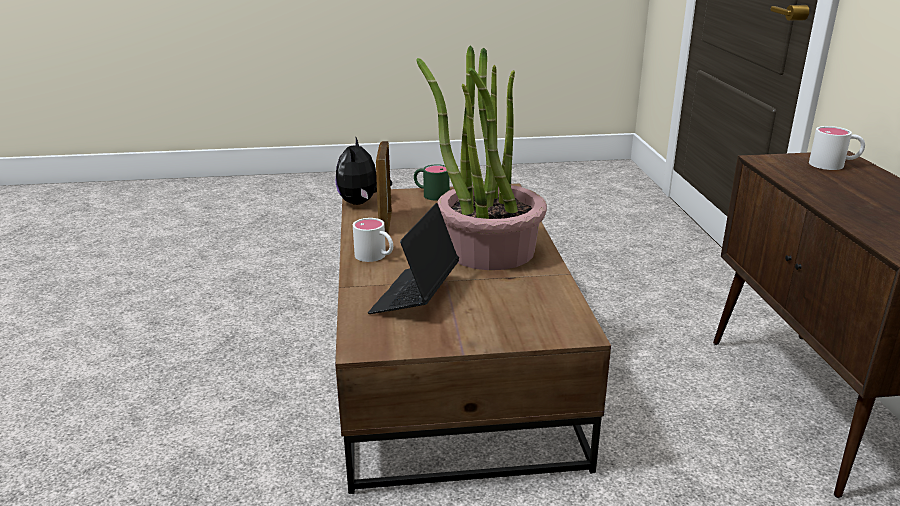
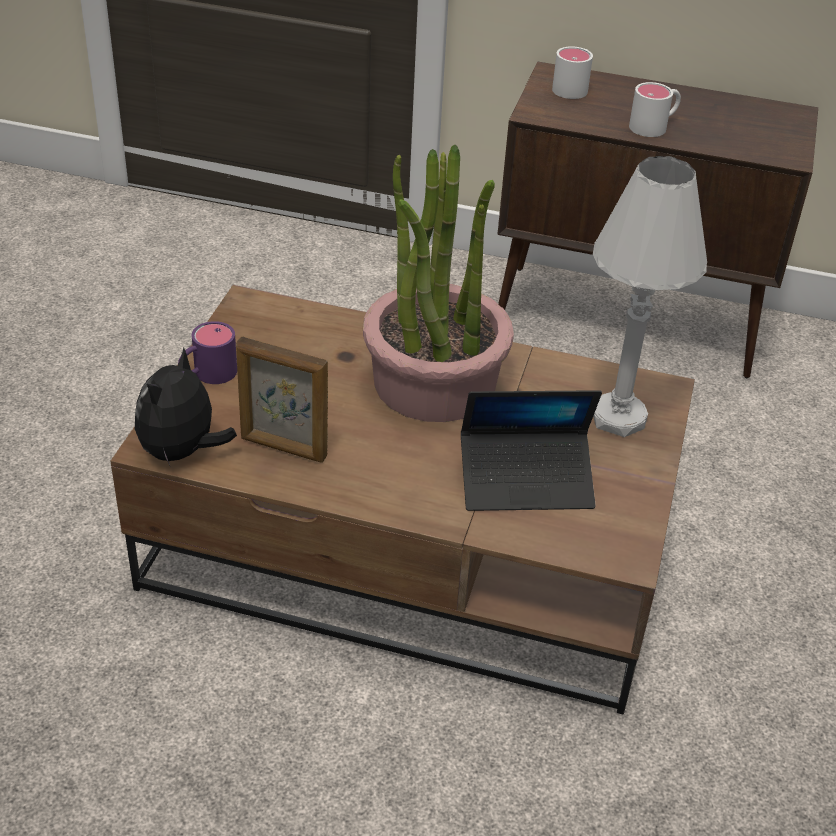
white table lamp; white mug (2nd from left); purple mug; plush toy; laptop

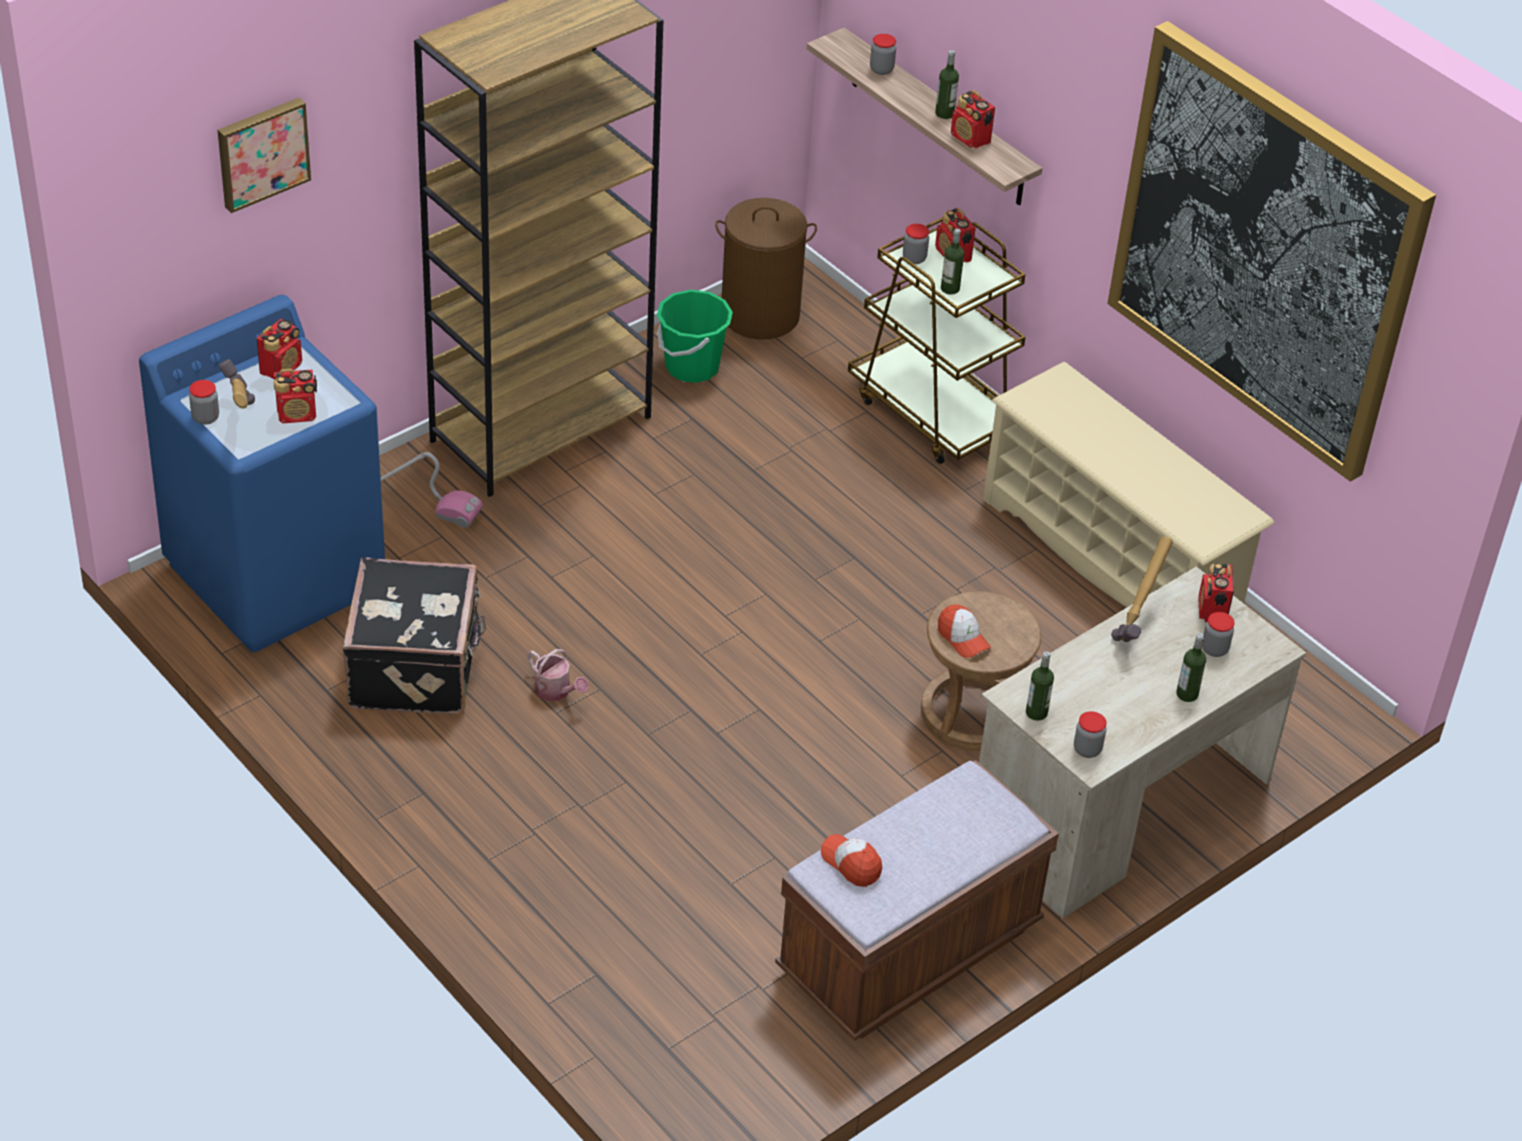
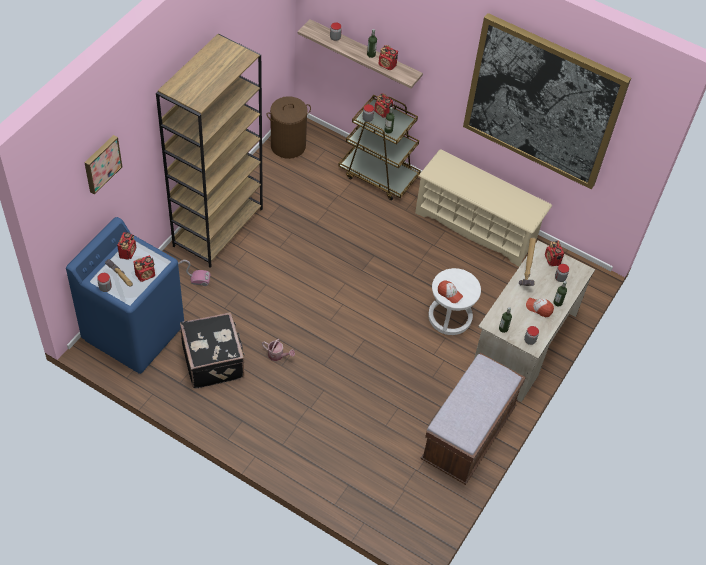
green bucket; cap (2nd from left); white stool

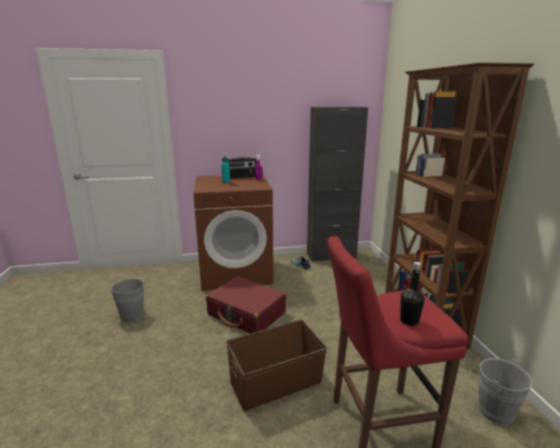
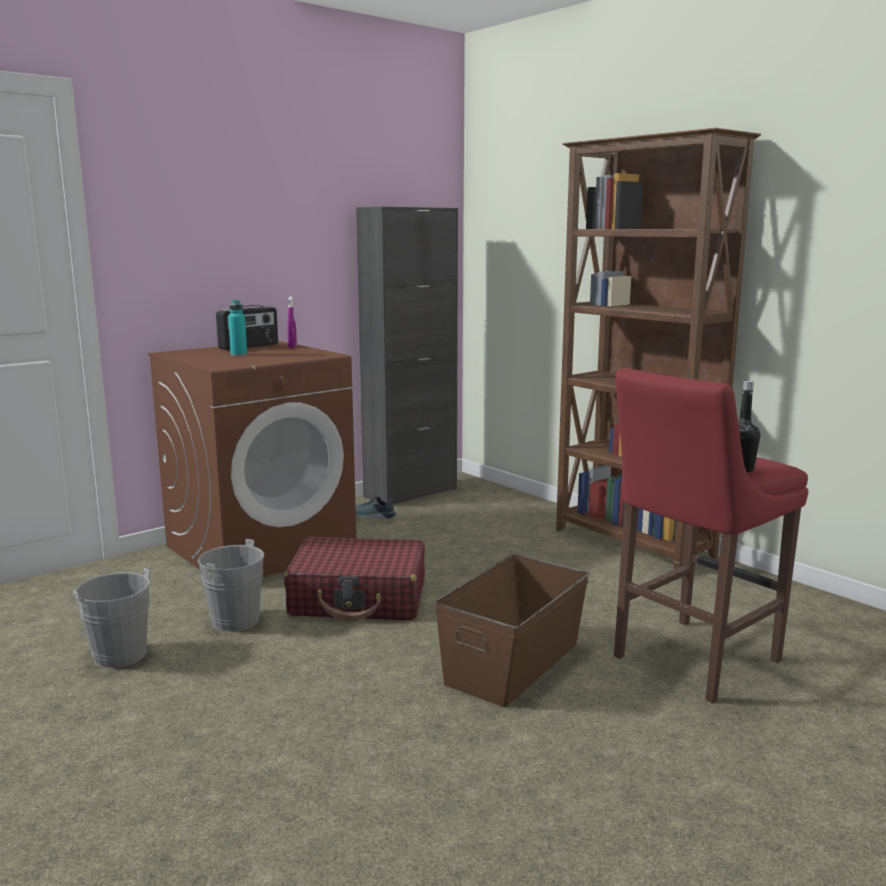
grey bucket (2nd from left)

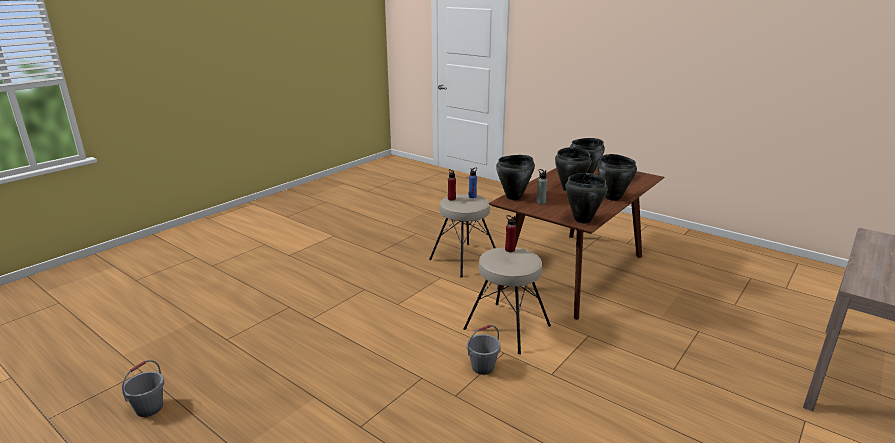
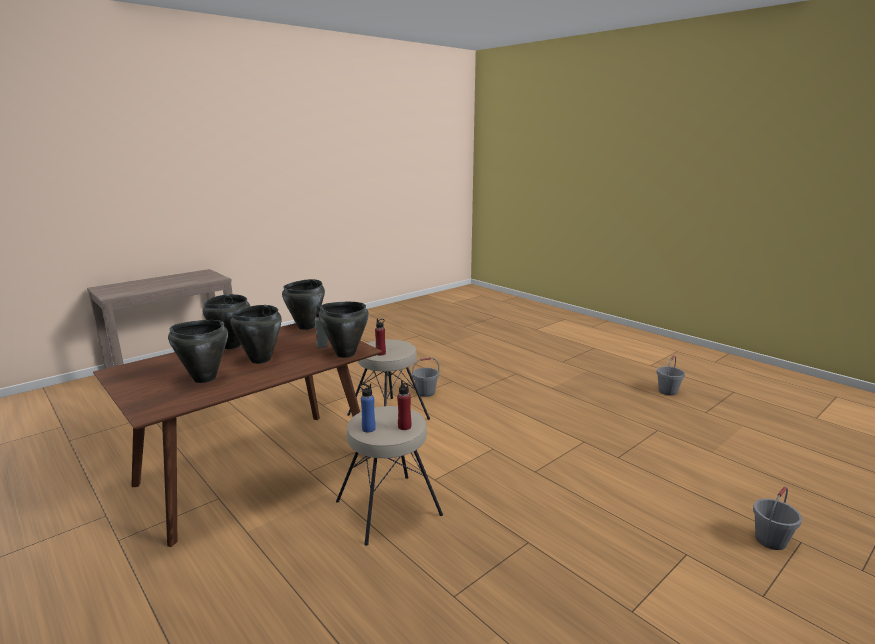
grey bucket (3rd from left)

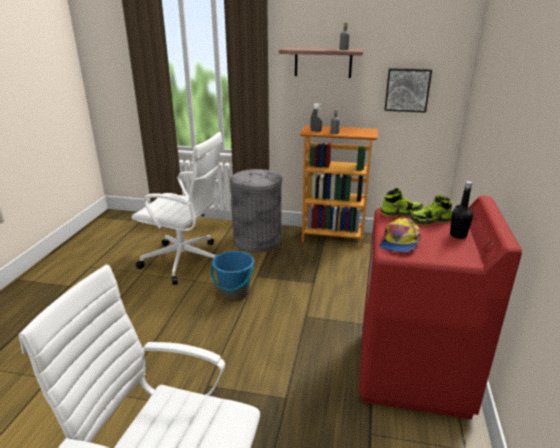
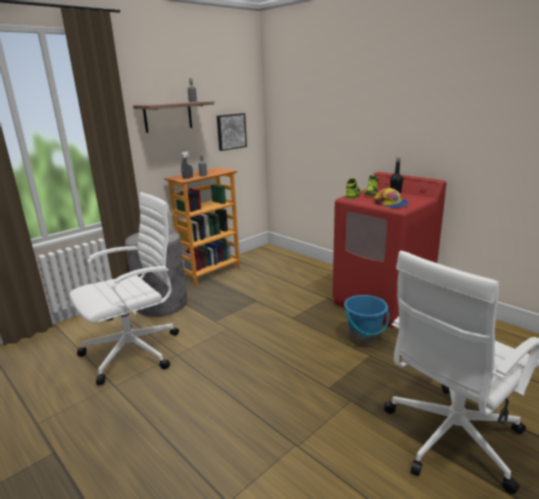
blue bucket

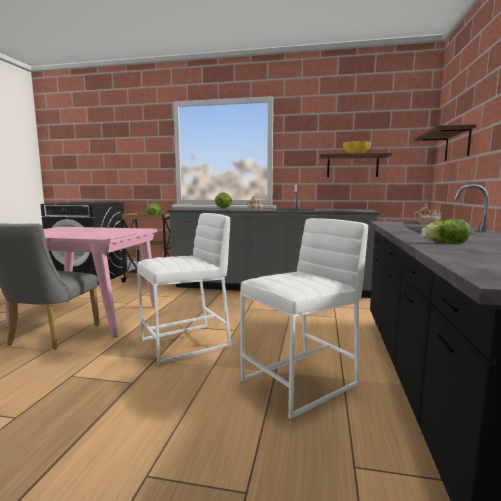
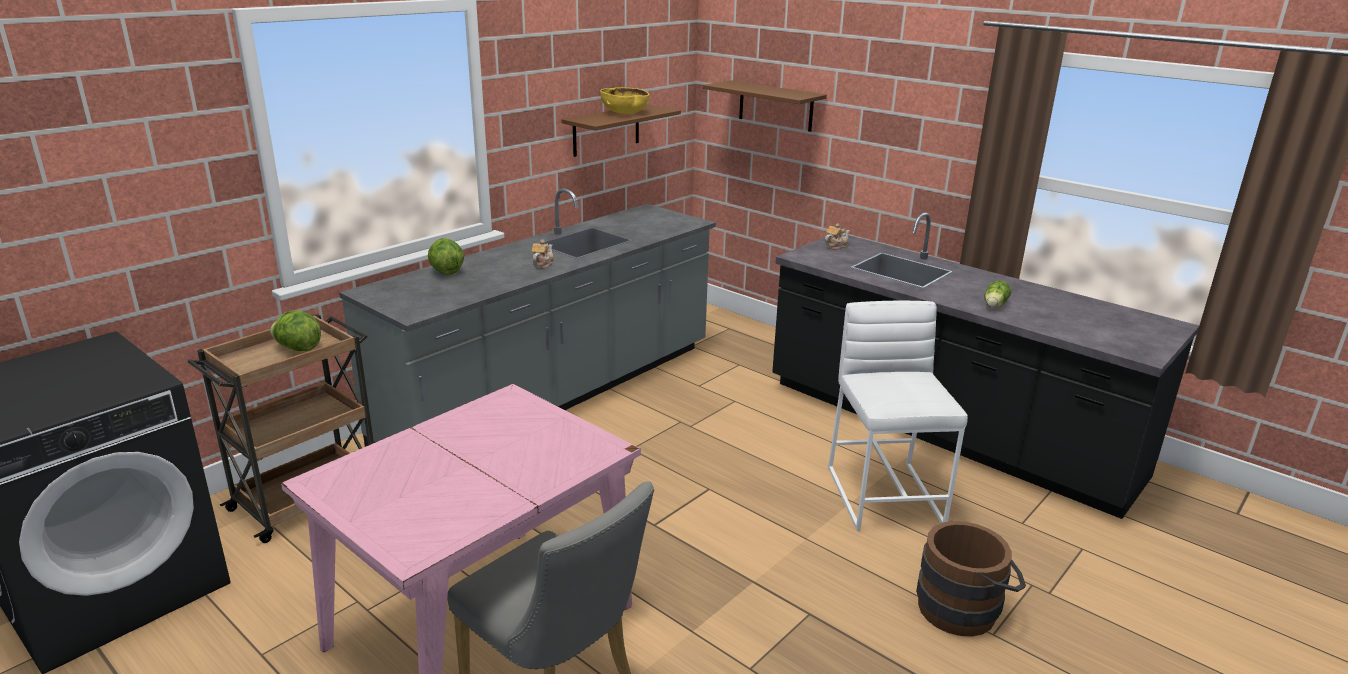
white stool (1st from left in the first image); brown bucket

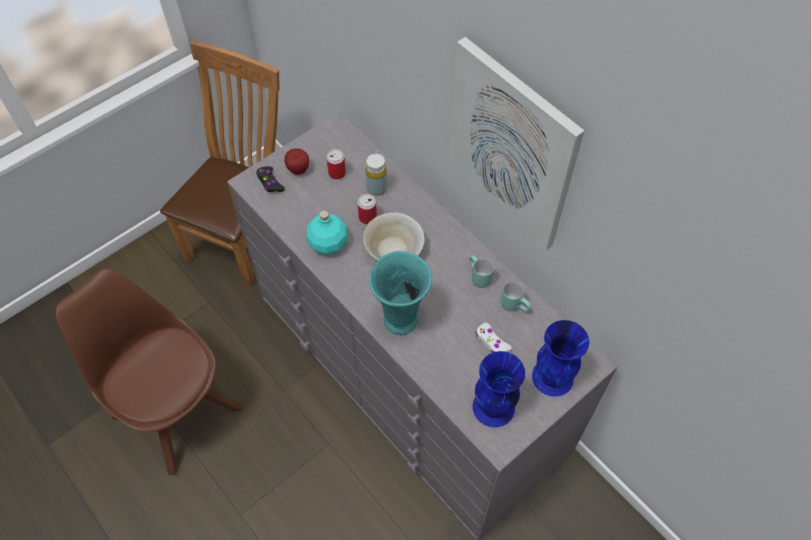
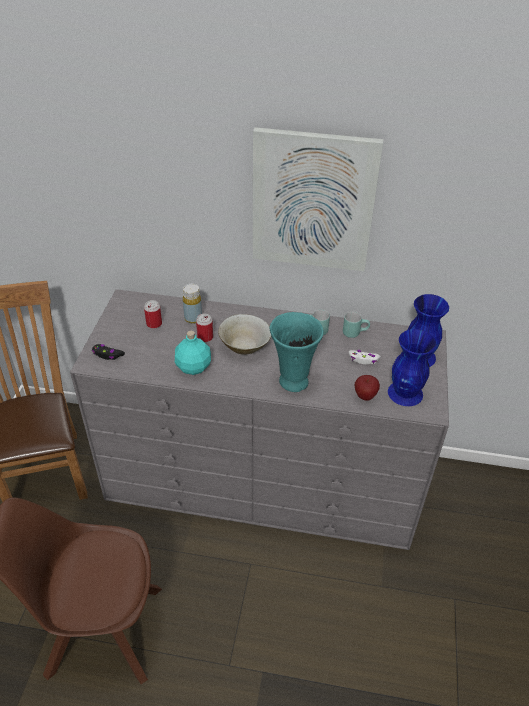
apple

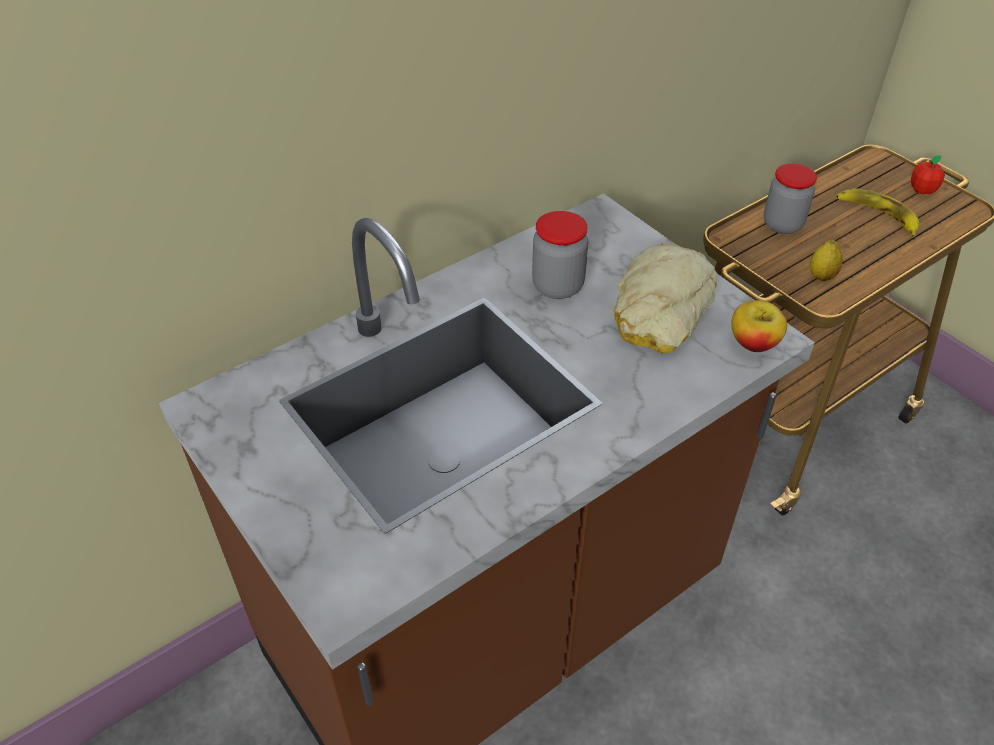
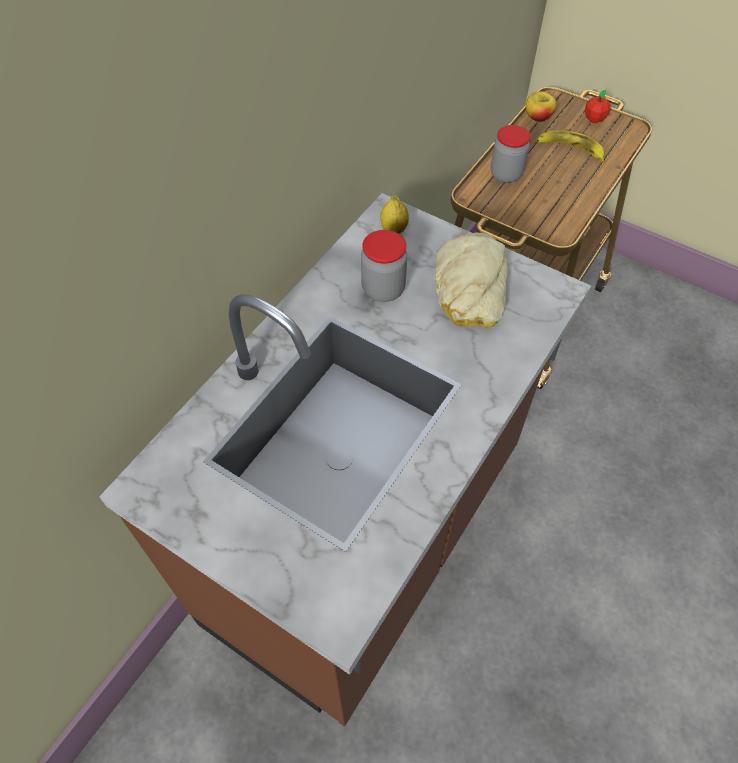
apple (1st from left); lemon

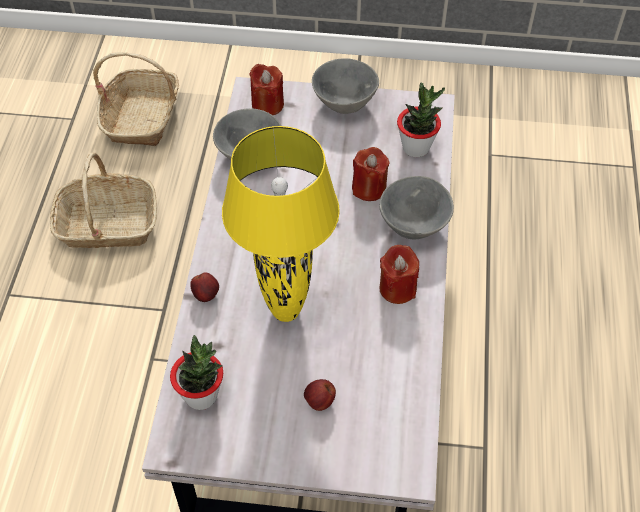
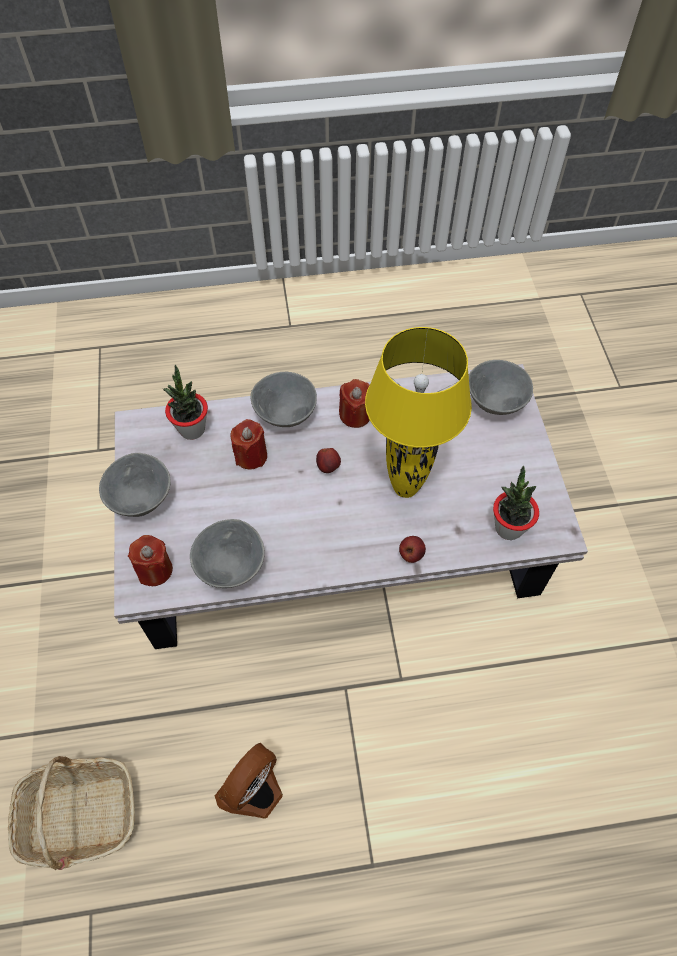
grey bowl (4th from left); apple (1st from left); fan

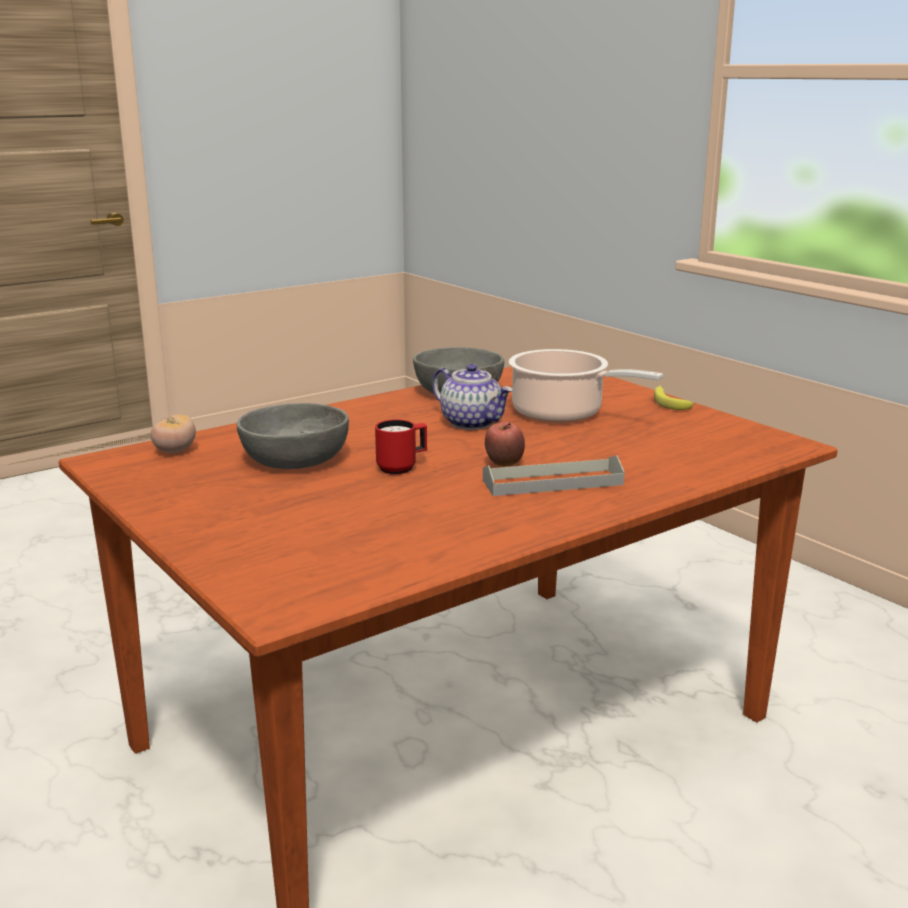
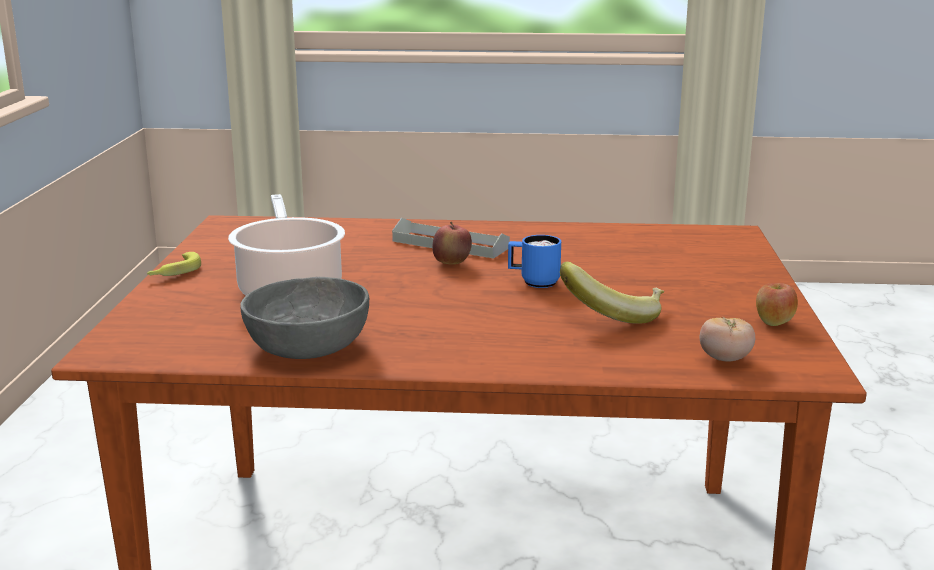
teapot; apple (2nd from left); banana (2nd from left); blue mug

